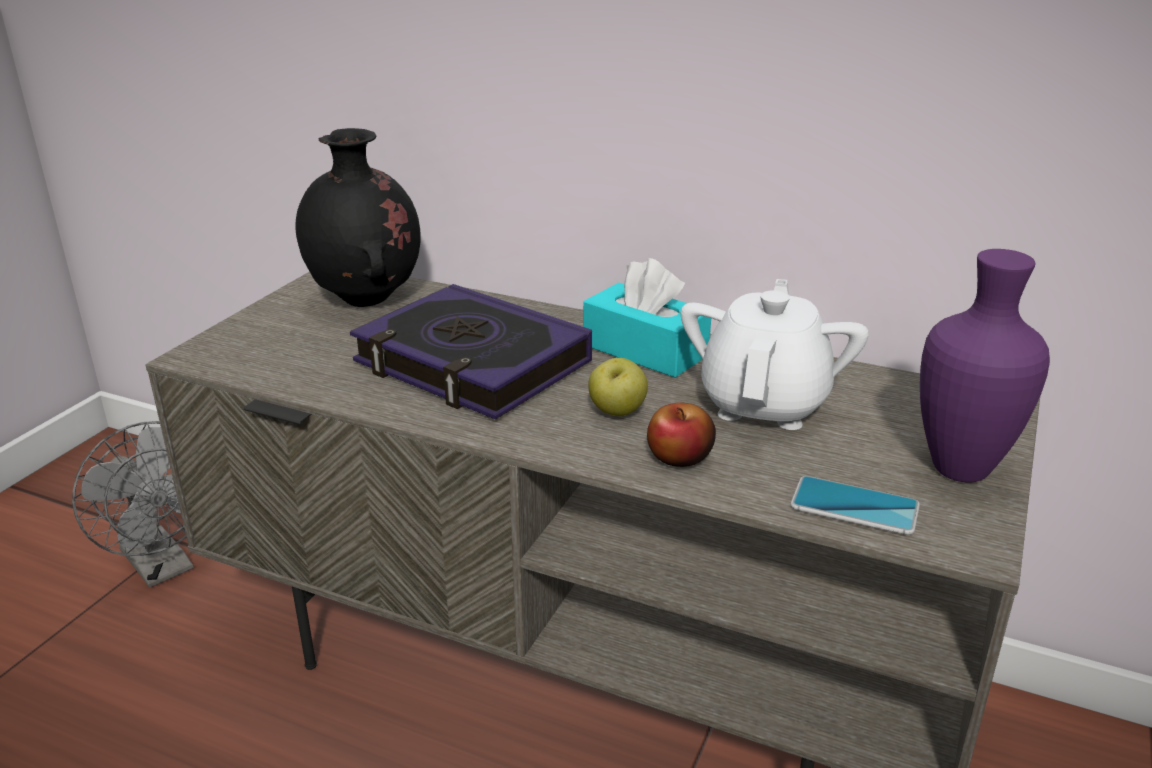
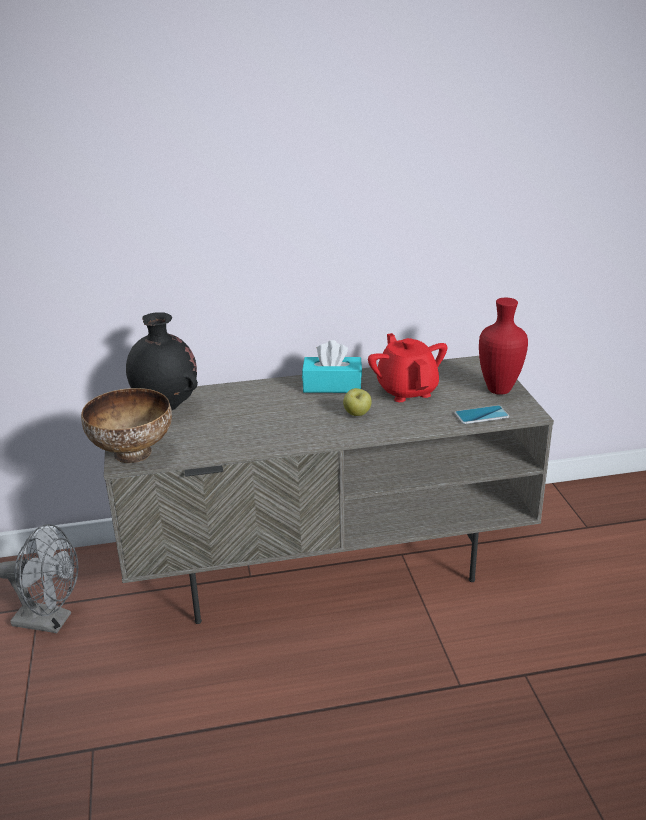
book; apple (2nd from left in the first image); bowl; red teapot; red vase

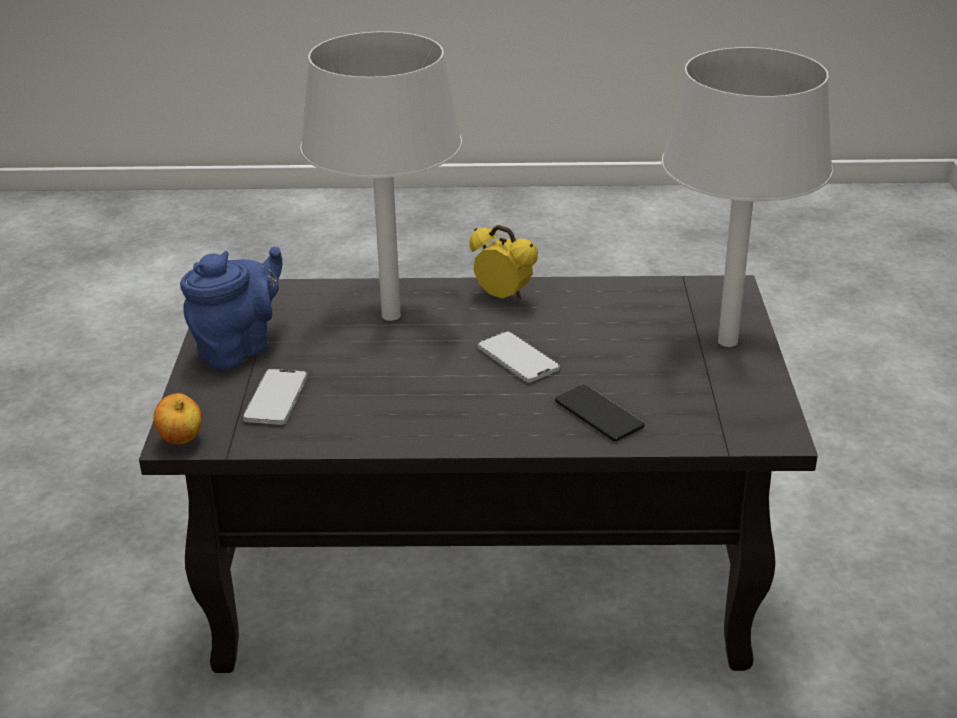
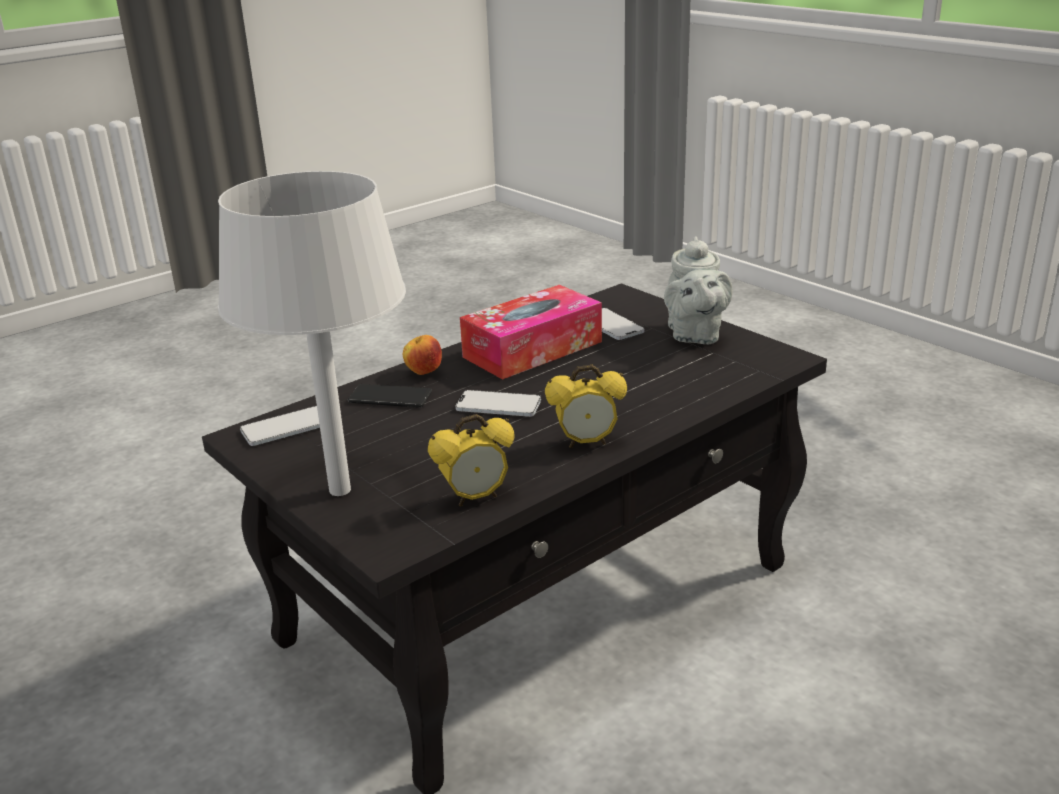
grey table lamp (1st from left in the first image); phone (1st from left); alarm clock (1st from left); tissue box; apple; grey teapot

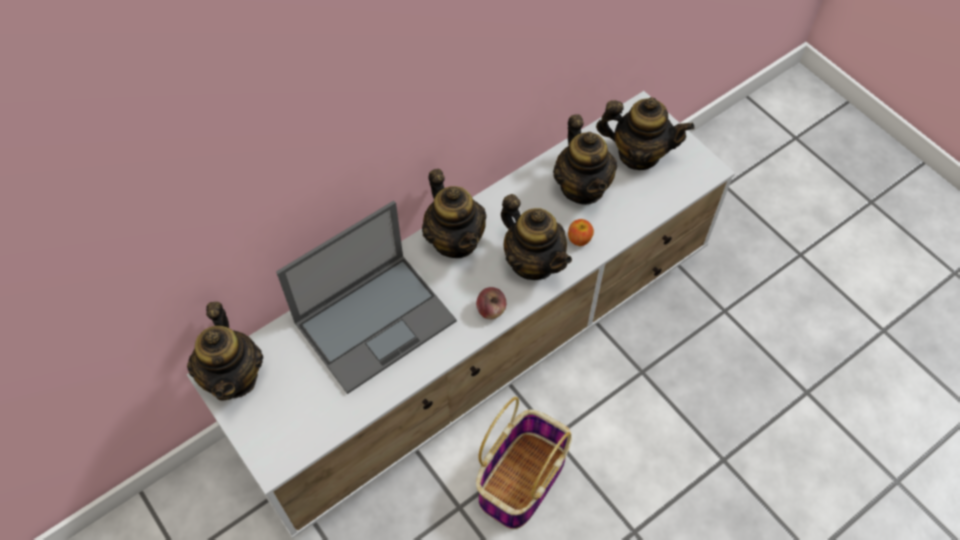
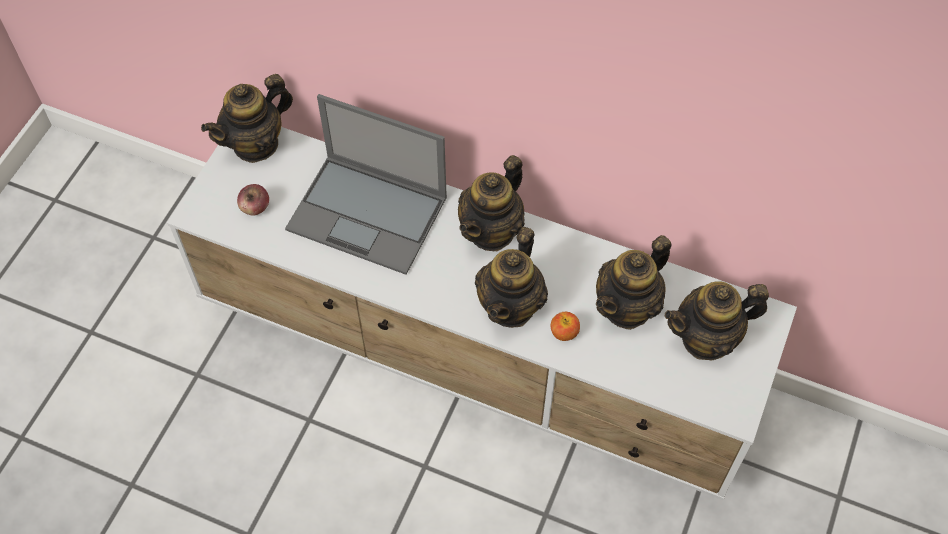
basket; apple (1st from left); teapot (5th from left)

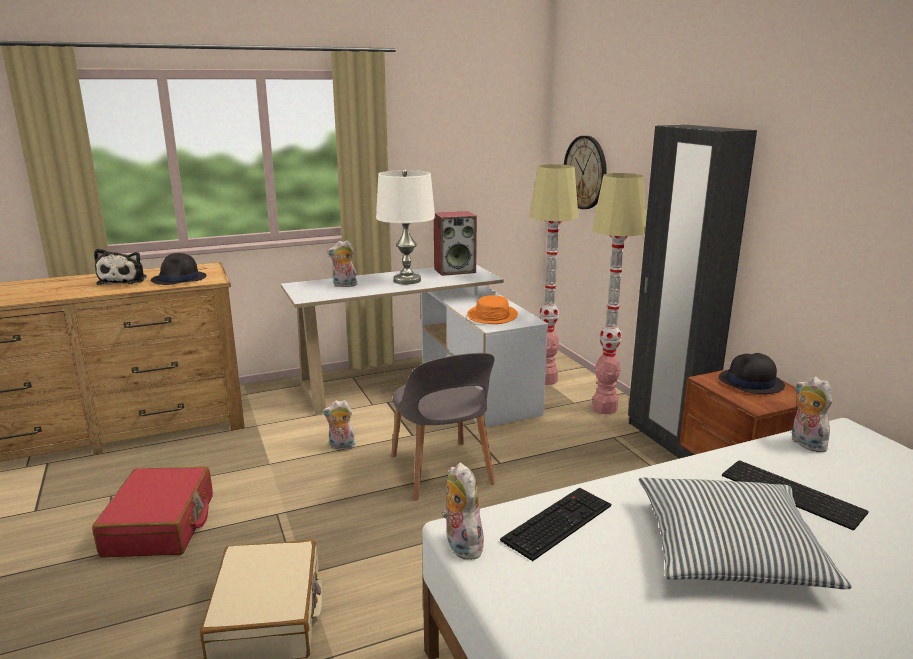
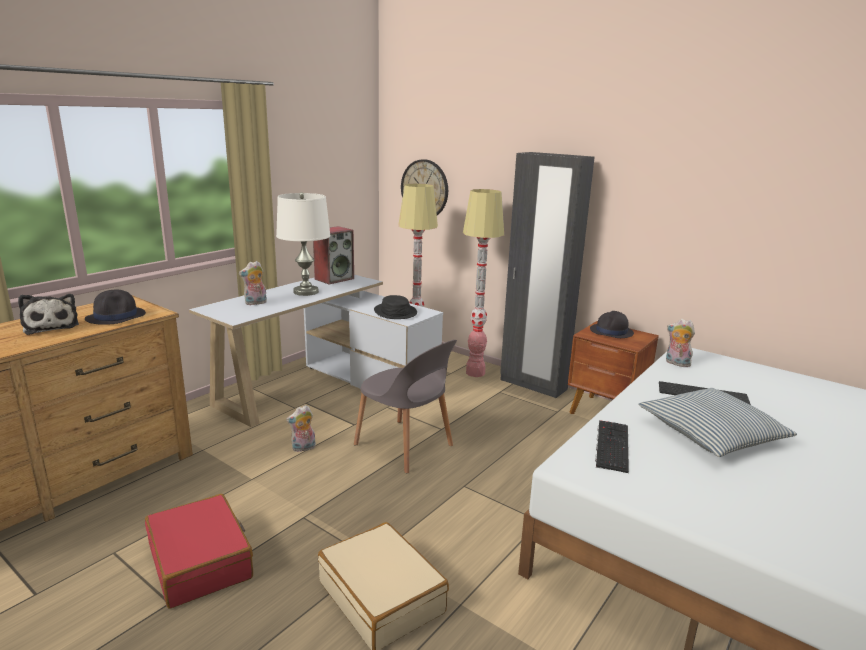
plush toy (4th from left in the first image); black hat (2nd from left)

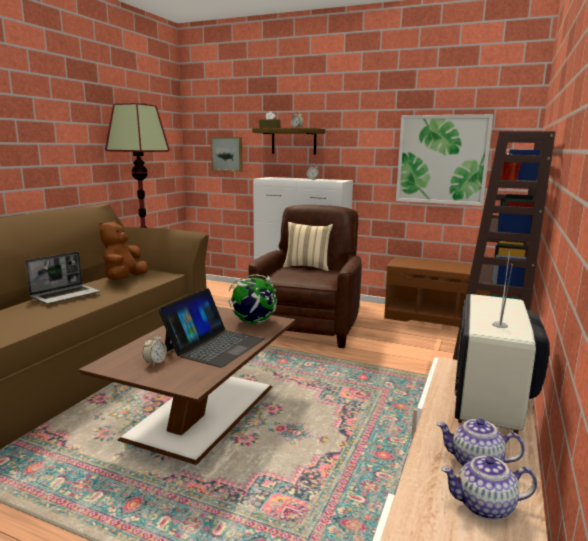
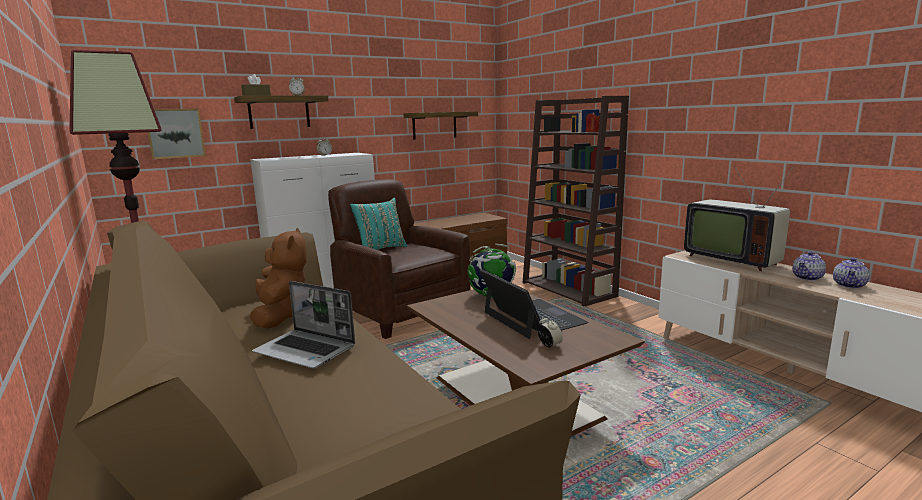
shelf (2nd from left); turquoise pillow; laptop (1st from left); brown plush toy

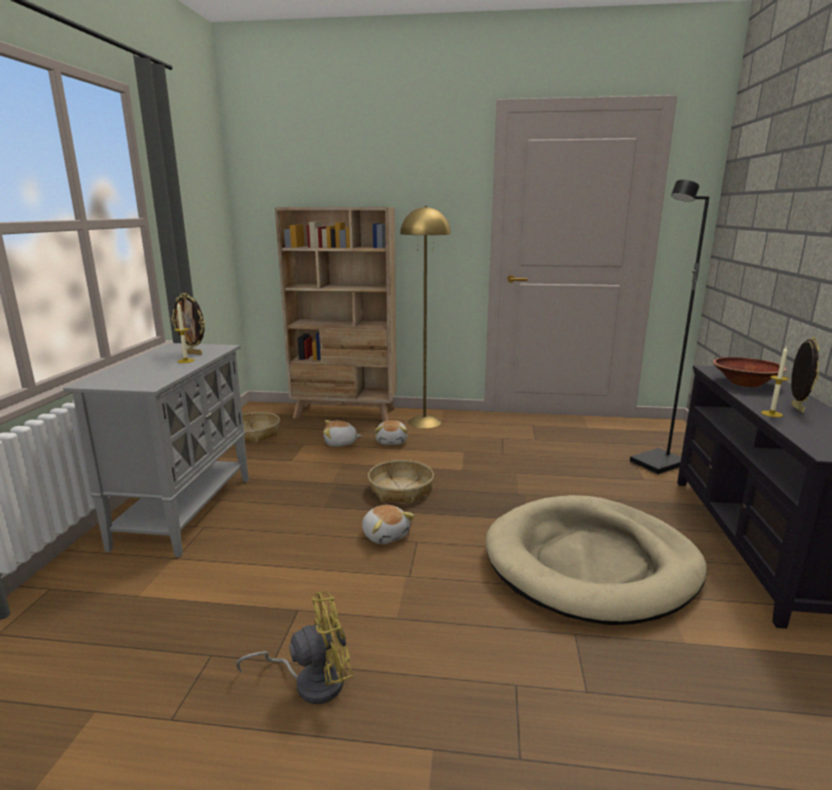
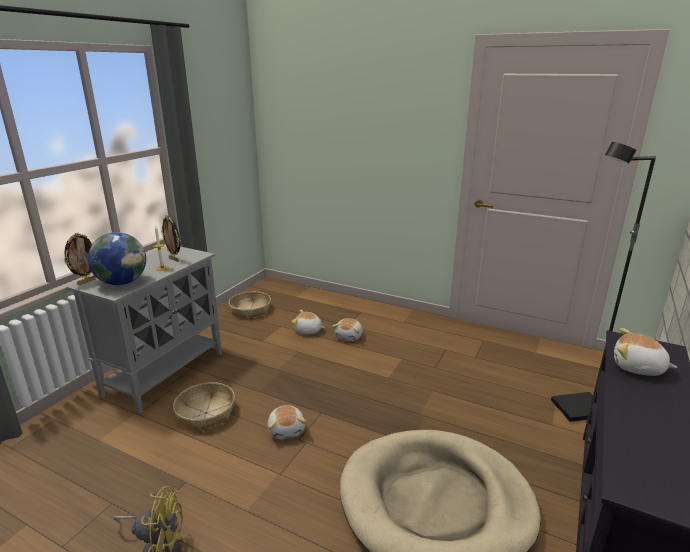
beige bookcase; yellow floor lamp; candle (2nd from left in the first image); globe; basket (1st from left); picture frame (1st from left); plush toy (4th from left)

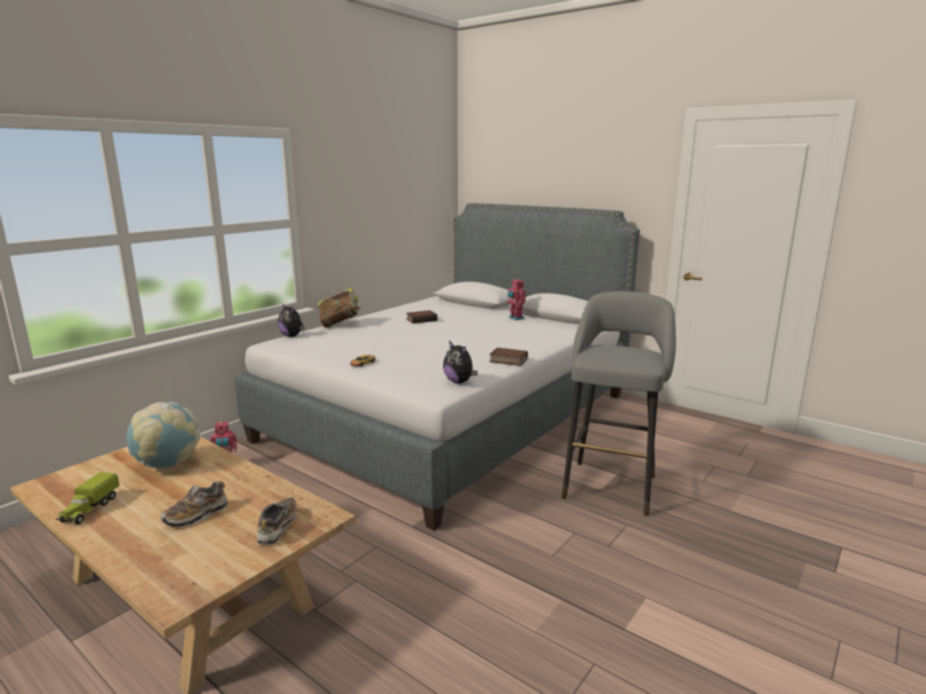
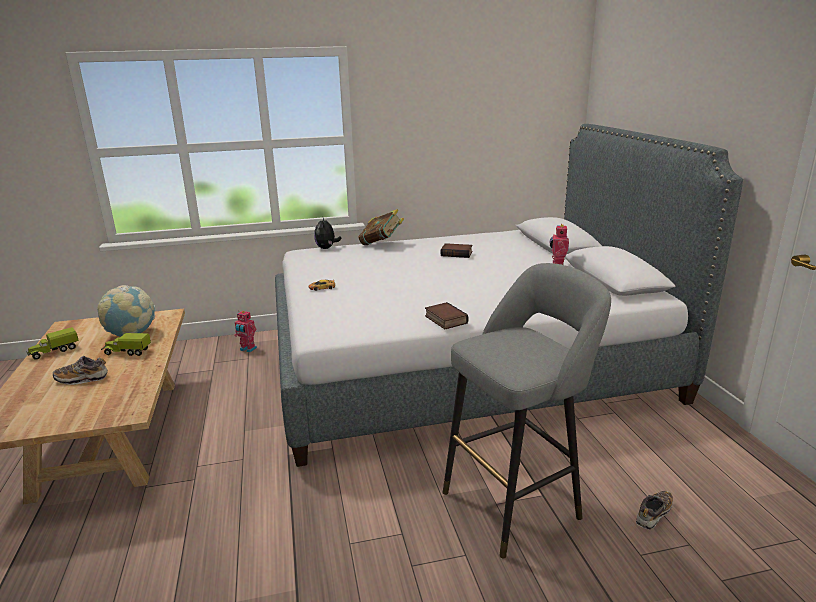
plush toy (2nd from left in the first image); toy truck (2nd from left); shoe (2nd from left)

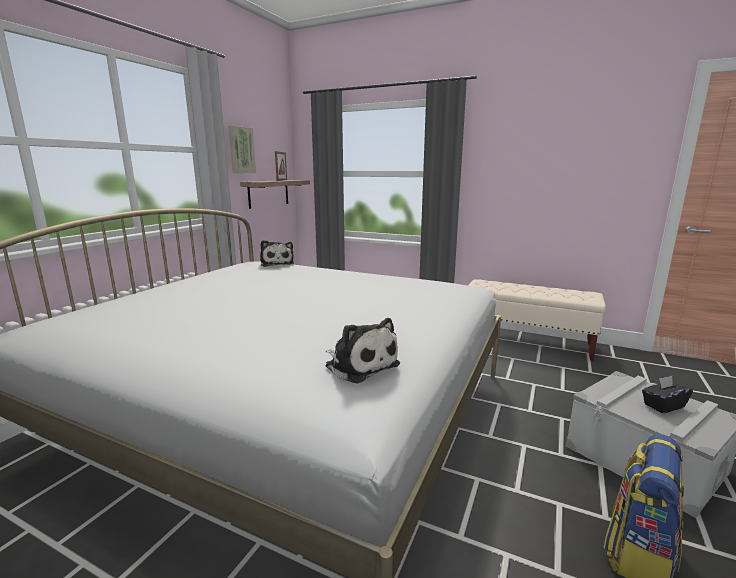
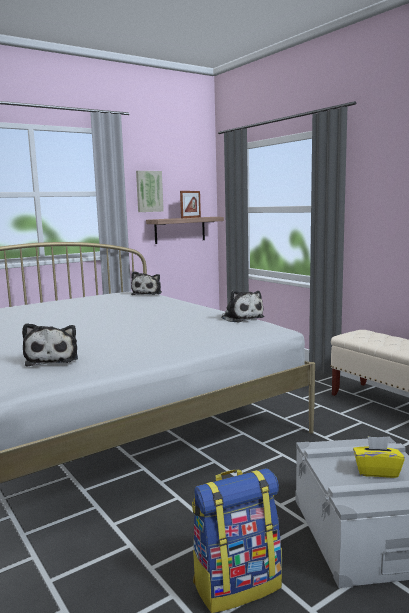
plush toy (3rd from left); yellow tissue box

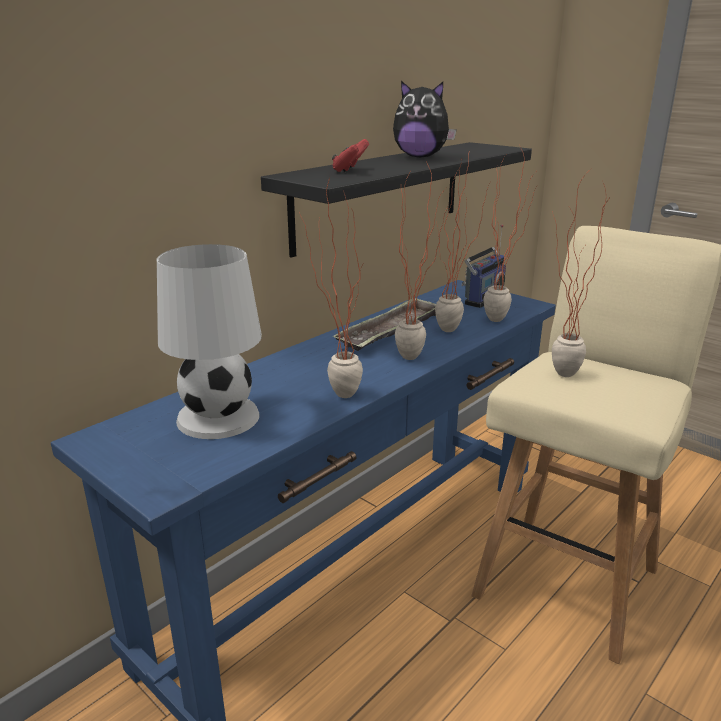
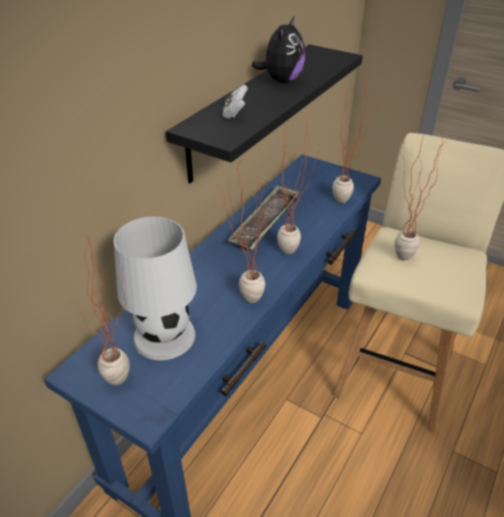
radio; potted plant (1st from left); white game controller; plush toy

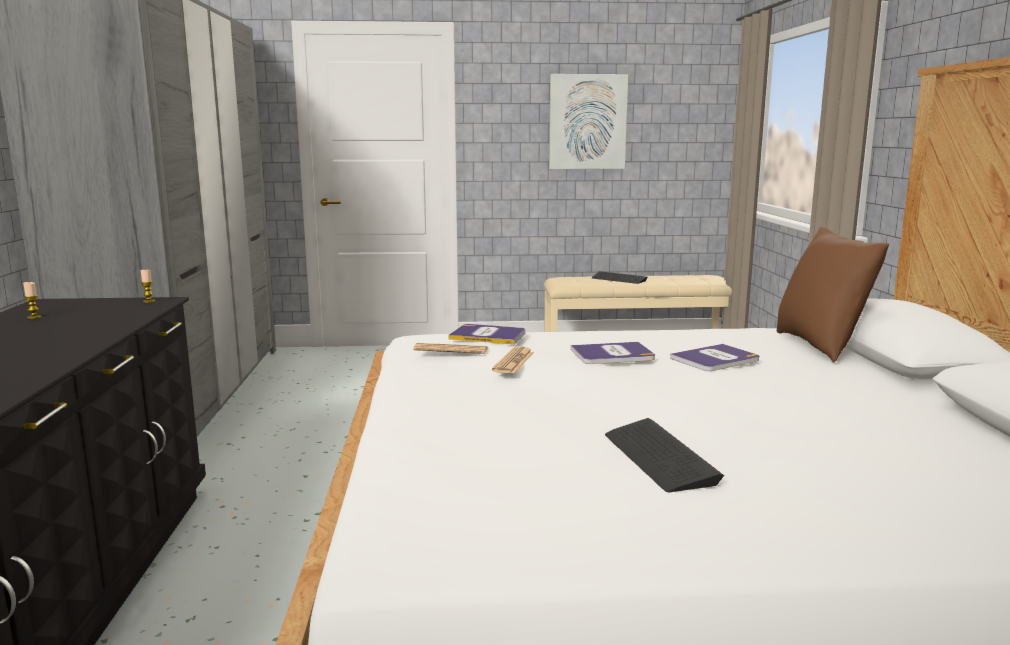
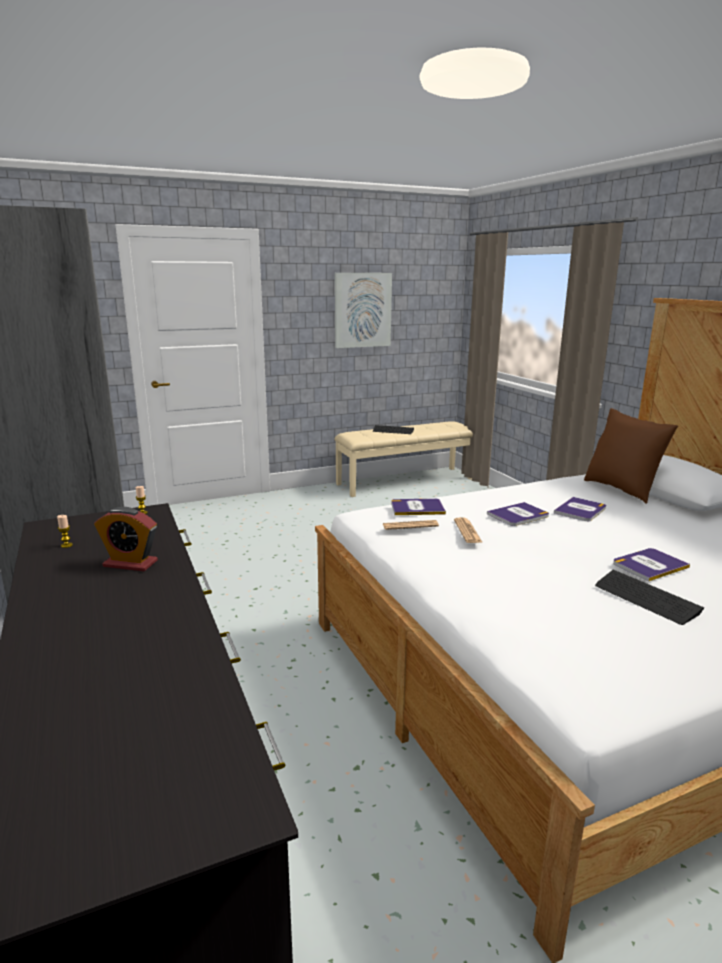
alarm clock; book (4th from left)

